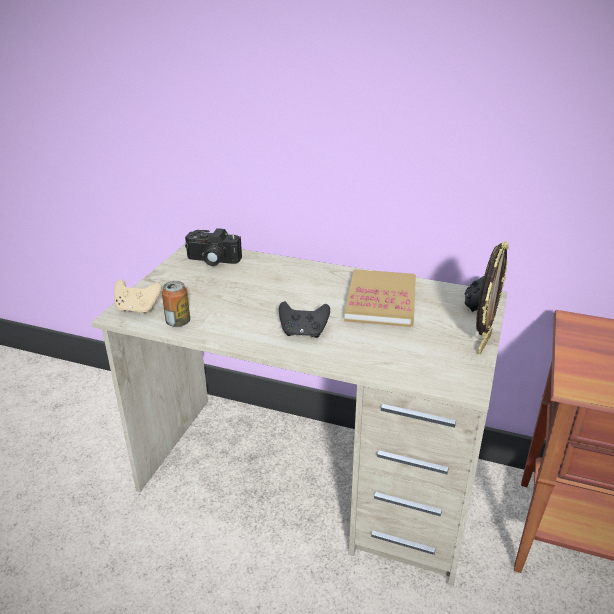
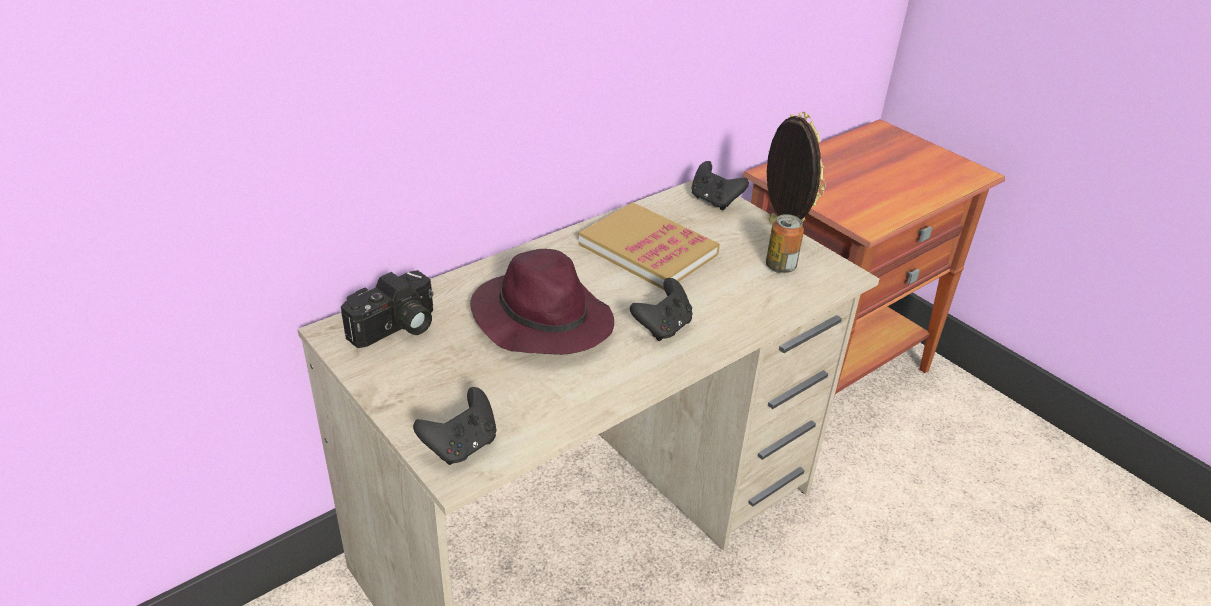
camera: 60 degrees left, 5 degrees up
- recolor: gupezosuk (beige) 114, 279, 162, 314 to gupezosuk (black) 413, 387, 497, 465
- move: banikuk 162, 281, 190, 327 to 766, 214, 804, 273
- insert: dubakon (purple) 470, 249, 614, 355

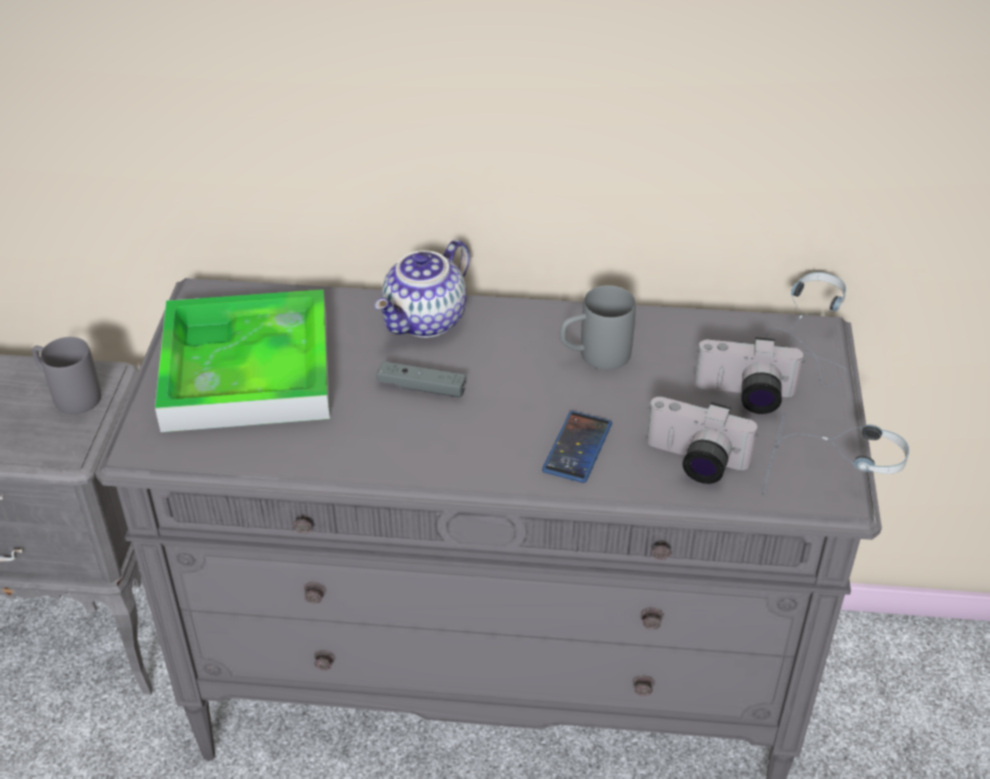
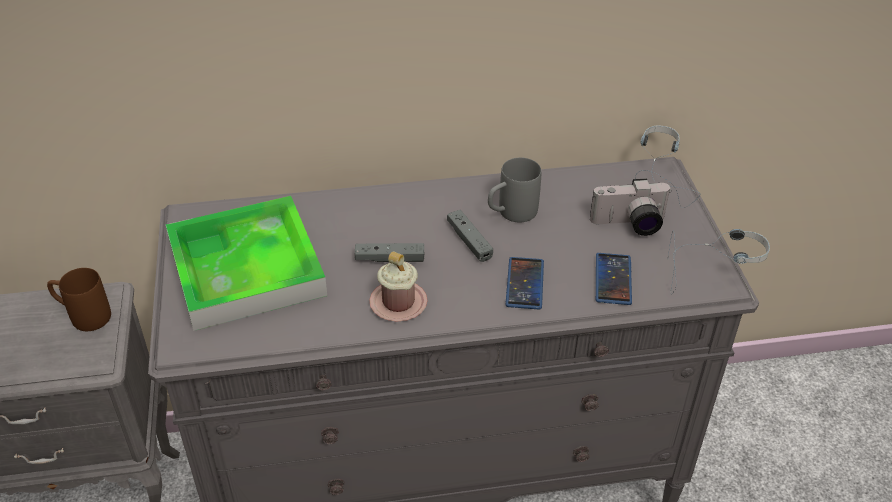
camera: 15 degrees left, 0 degrees up
- delete: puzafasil 374, 239, 470, 338
- recolor: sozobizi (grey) 32, 337, 101, 414 to sozobizi (brown) 47, 268, 111, 331
- replace: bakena 647, 397, 758, 484 to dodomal 596, 253, 632, 305
- insert: gupezosuk (grey) 447, 210, 493, 262
- insert: sozobizi (pink) 369, 252, 428, 321

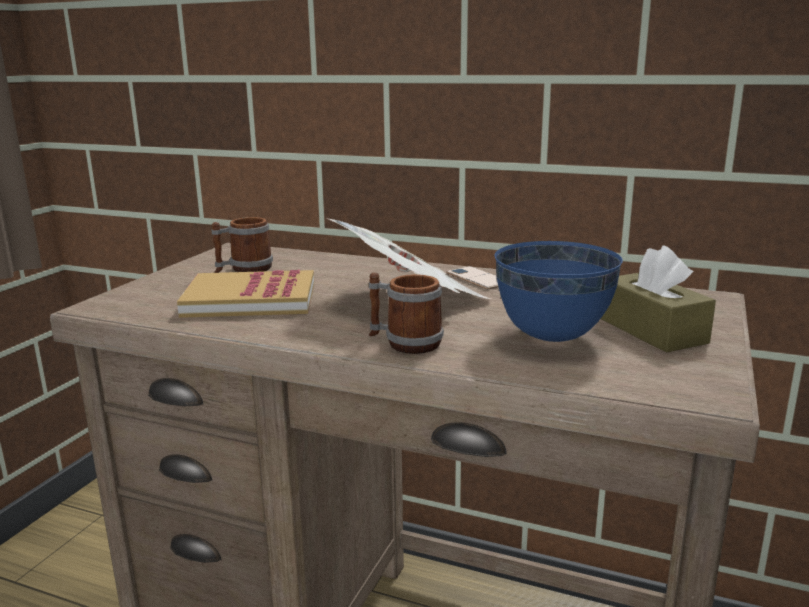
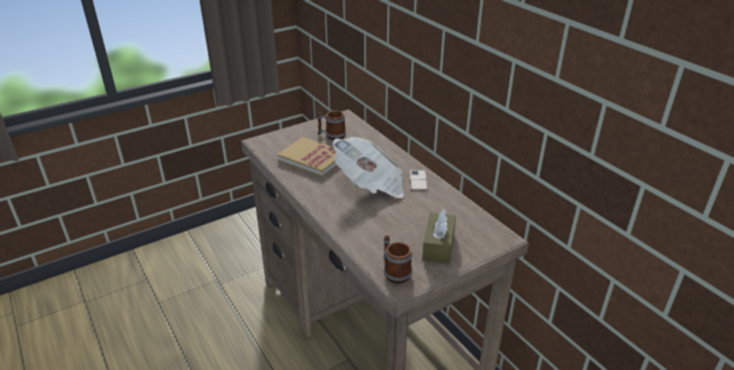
camera: 35 degrees right, 15 degrees up
- delete: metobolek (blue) 494, 241, 623, 342
- move: sozobizi 369, 272, 444, 354 to 383, 235, 412, 283

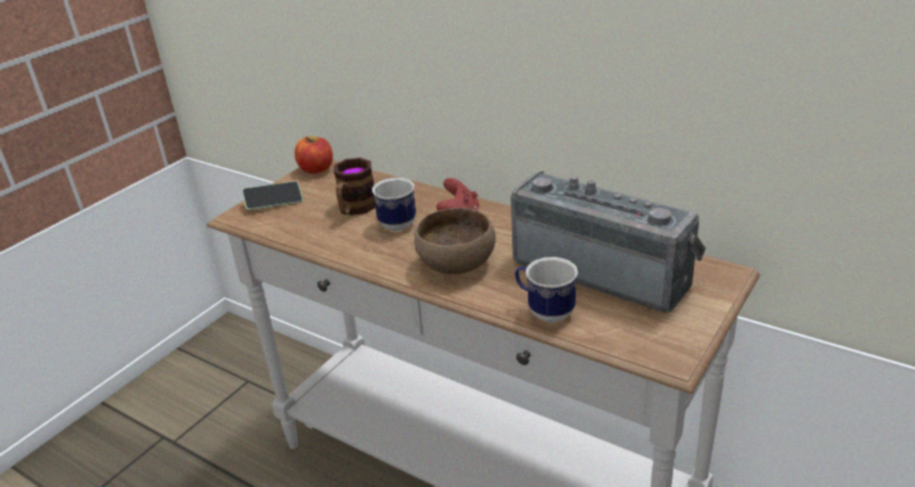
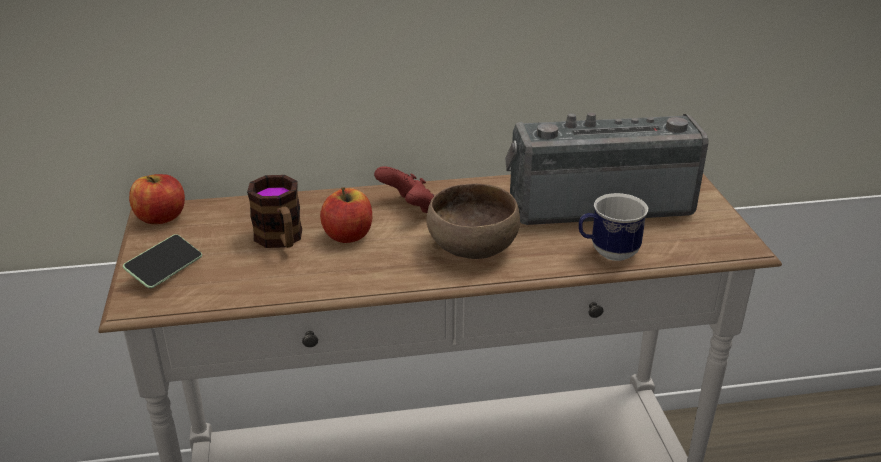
camera: 45 degrees left, 0 degrees up
- replace: sozobizi 372, 178, 416, 231 to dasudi 320, 187, 372, 243

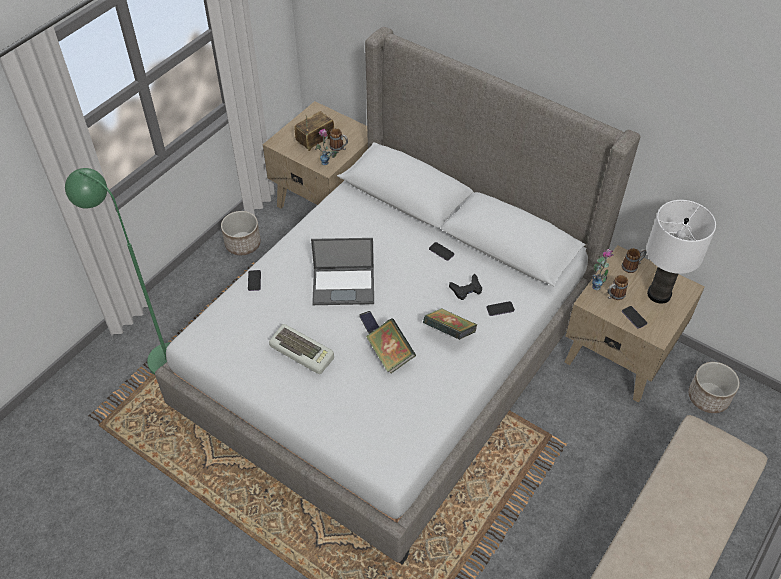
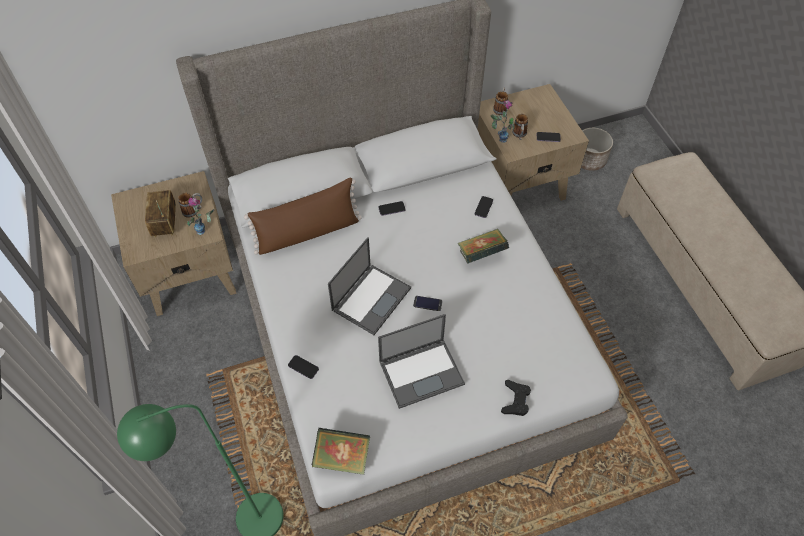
camera: 55 degrees left, 5 degrees up
- delete: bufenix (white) 646, 200, 716, 304
- delete: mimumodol 221, 211, 261, 255
- move: gupezosuk (black) 449, 274, 482, 300 to 501, 380, 531, 416
- move: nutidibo 366, 319, 416, 373 to 312, 428, 370, 475
- replace: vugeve 269, 324, 334, 374 to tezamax 378, 314, 465, 409
- insert: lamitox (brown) 244, 178, 362, 255

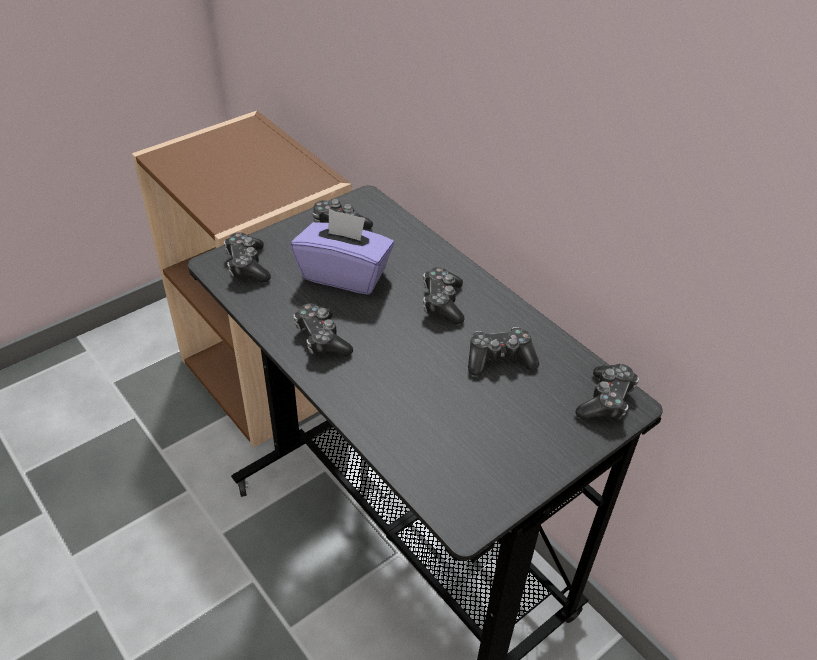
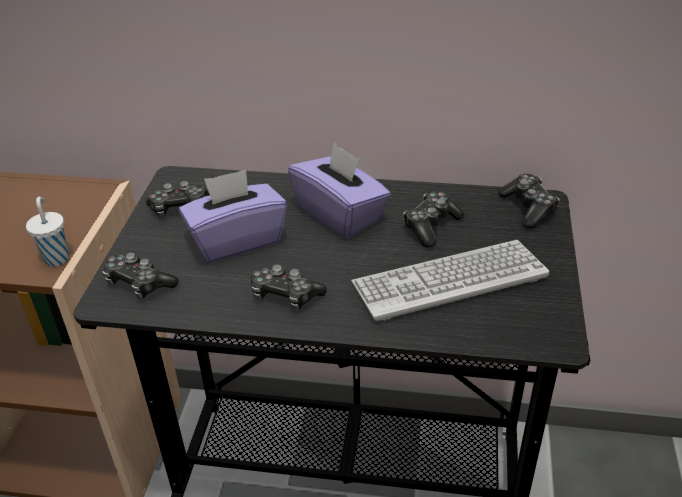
camera: 40 degrees left, 5 degrees down
- replace: gupezosuk 423, 267, 465, 324 to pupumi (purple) 288, 143, 391, 239
- insert: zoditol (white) 26, 197, 69, 267
- insert: vugeve 351, 240, 549, 321

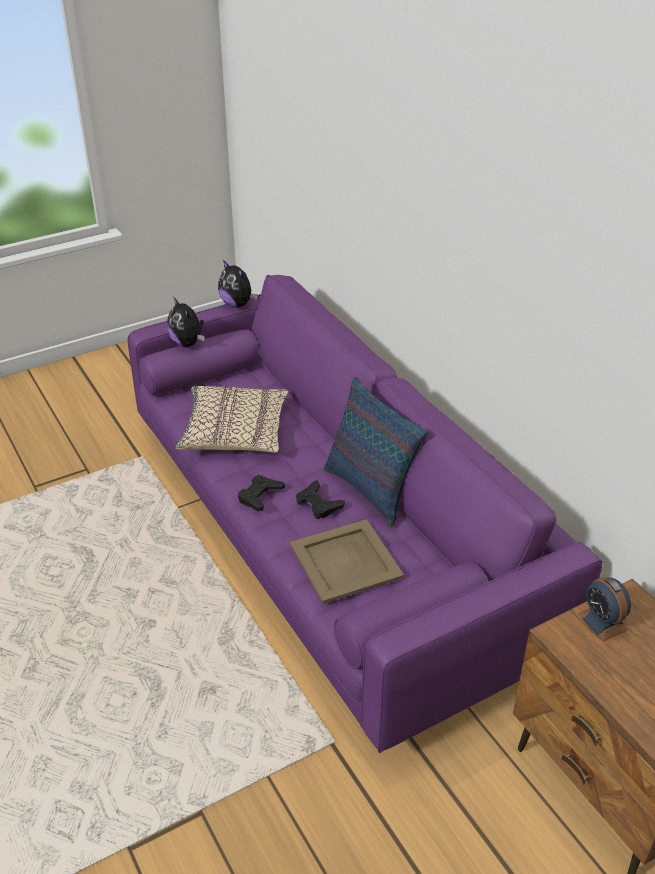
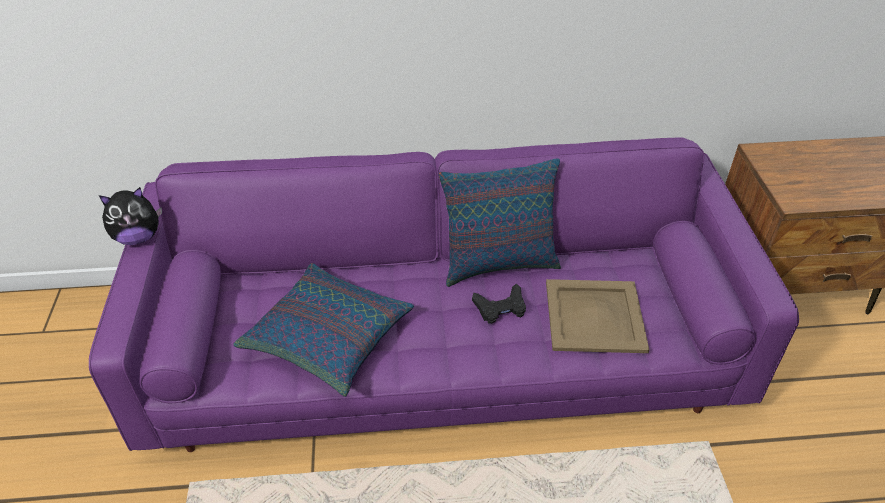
camera: 65 degrees left, 5 degrees up
- delete: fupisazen 167, 296, 205, 347
- recolor: lamitox (beige) 175, 386, 288, 453 to lamitox (blue) 233, 263, 414, 397
- delete: gupezosuk (black) 238, 475, 285, 511
- delete: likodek 578, 577, 631, 641

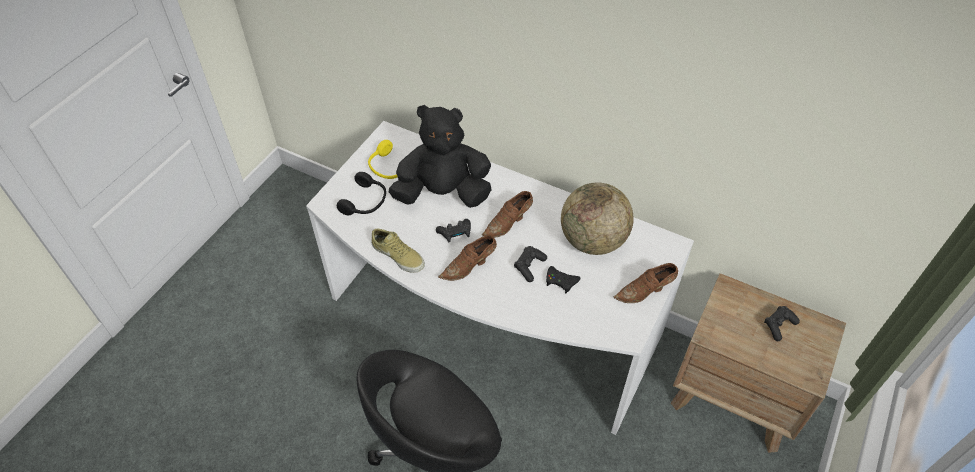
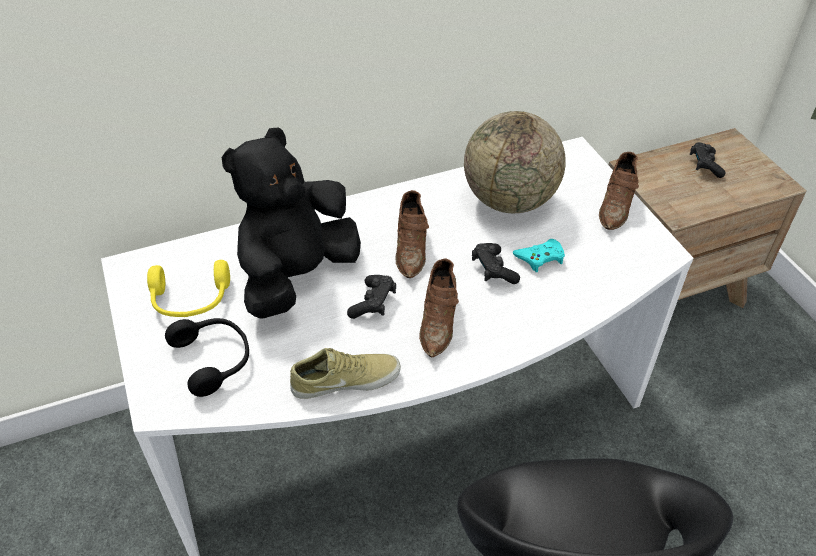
camera: 50 degrees left, 5 degrees down
- recolor: gupezosuk (black) 546, 266, 581, 293 to gupezosuk (turquoise) 513, 239, 565, 272

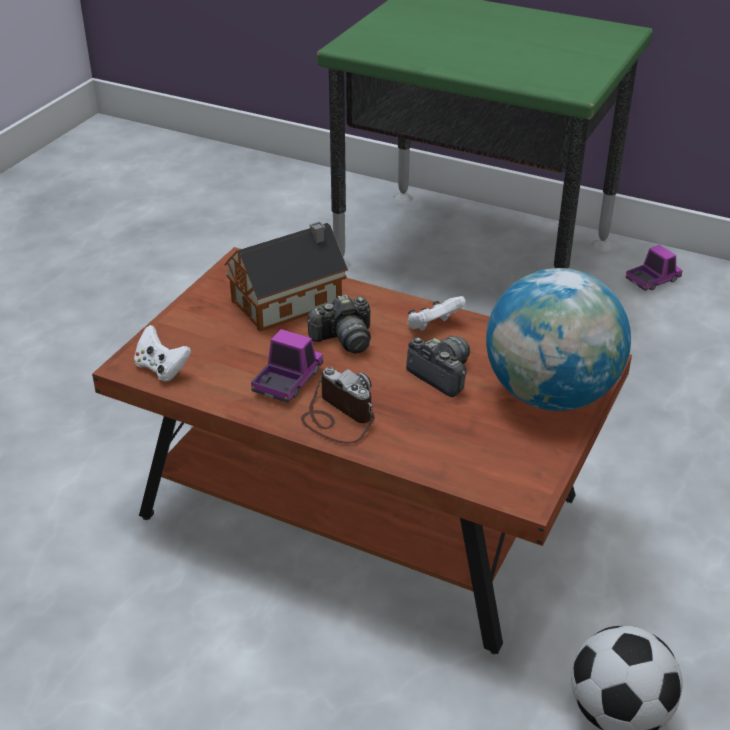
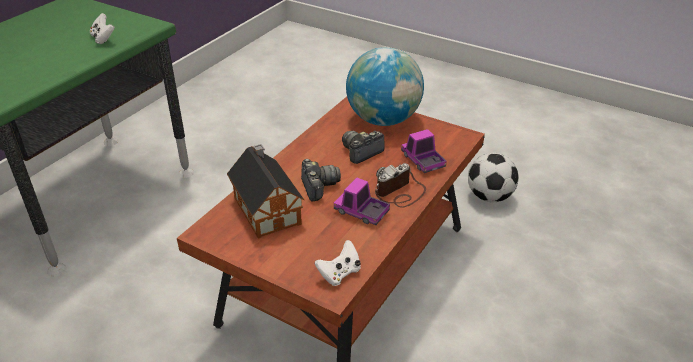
camera: 85 degrees left, 0 degrees up
- move: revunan 625, 245, 683, 291 to 401, 129, 447, 173
- move: gupezosuk (white) 408, 296, 466, 331 to 90, 13, 115, 44

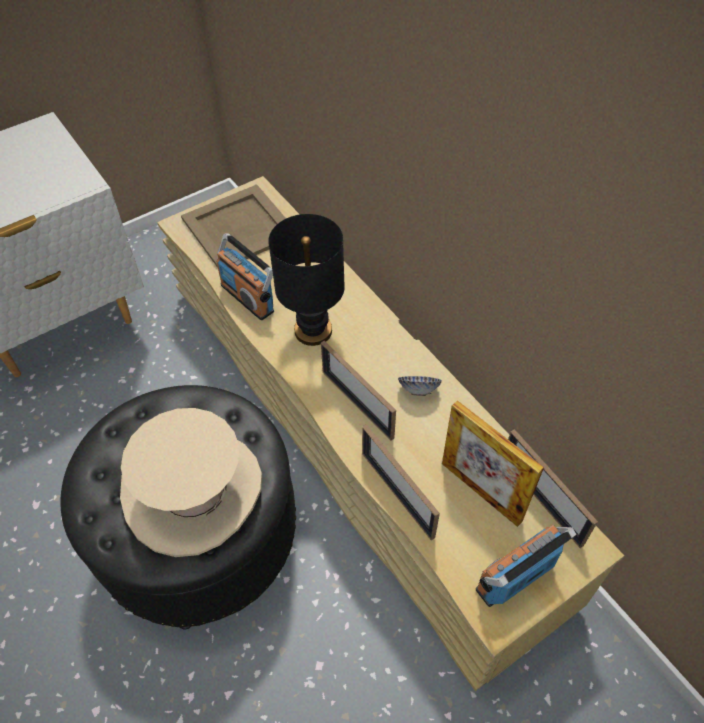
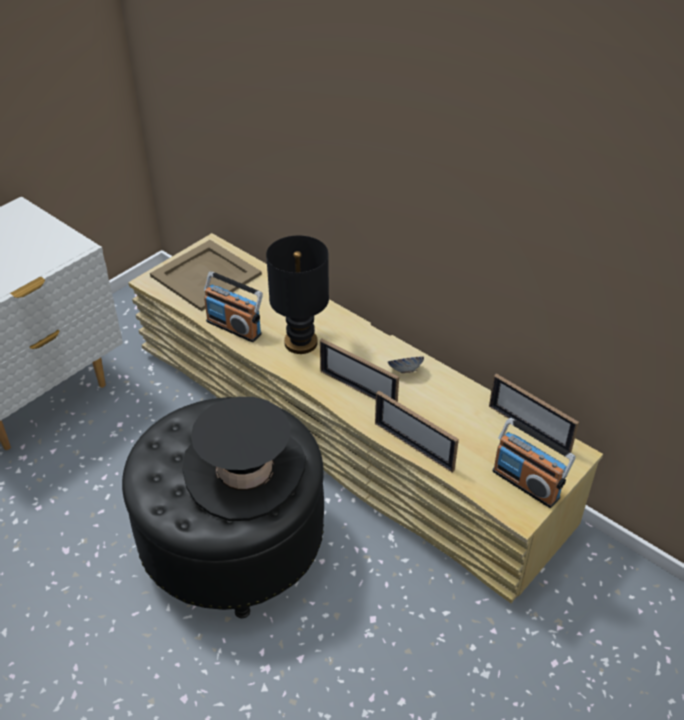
camera: 15 degrees left, 10 degrees down
- delete: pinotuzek 442, 400, 544, 527
- recolor: dubakon (beige) 120, 408, 262, 557 to dubakon (black) 183, 397, 306, 521
- rotate: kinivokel 476, 525, 577, 607 = 493, 418, 575, 508 90 degrees counterclockwise

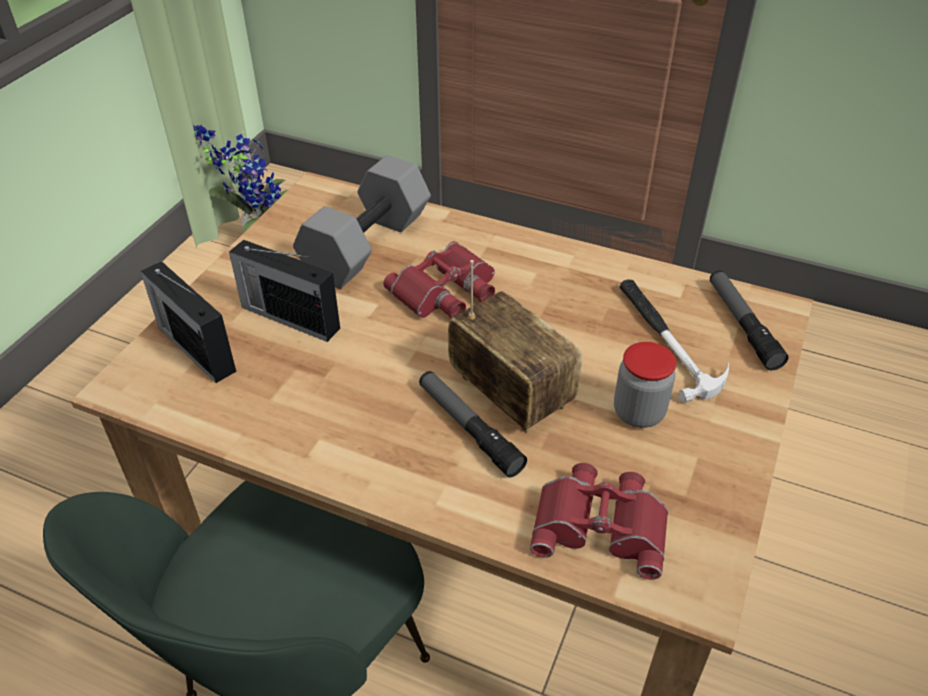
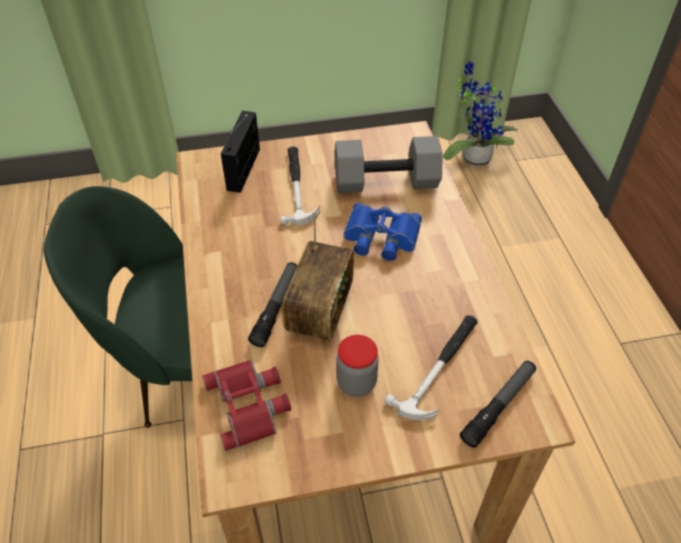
camera: 55 degrees right, 5 degrees up
- replace: kinivokel 229, 240, 340, 342 to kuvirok 281, 146, 320, 226
- recolor: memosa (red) 383, 241, 495, 318 to memosa (blue) 343, 203, 422, 261

